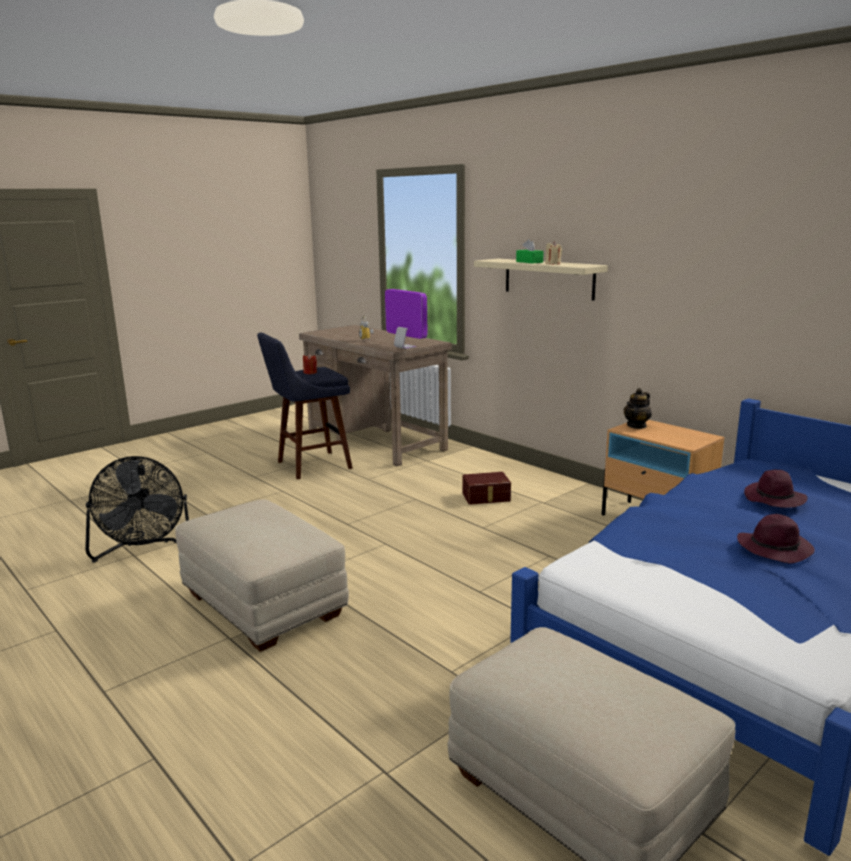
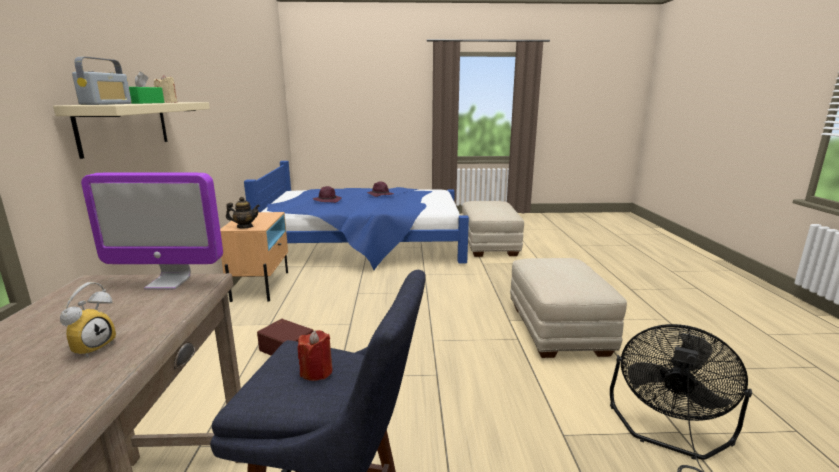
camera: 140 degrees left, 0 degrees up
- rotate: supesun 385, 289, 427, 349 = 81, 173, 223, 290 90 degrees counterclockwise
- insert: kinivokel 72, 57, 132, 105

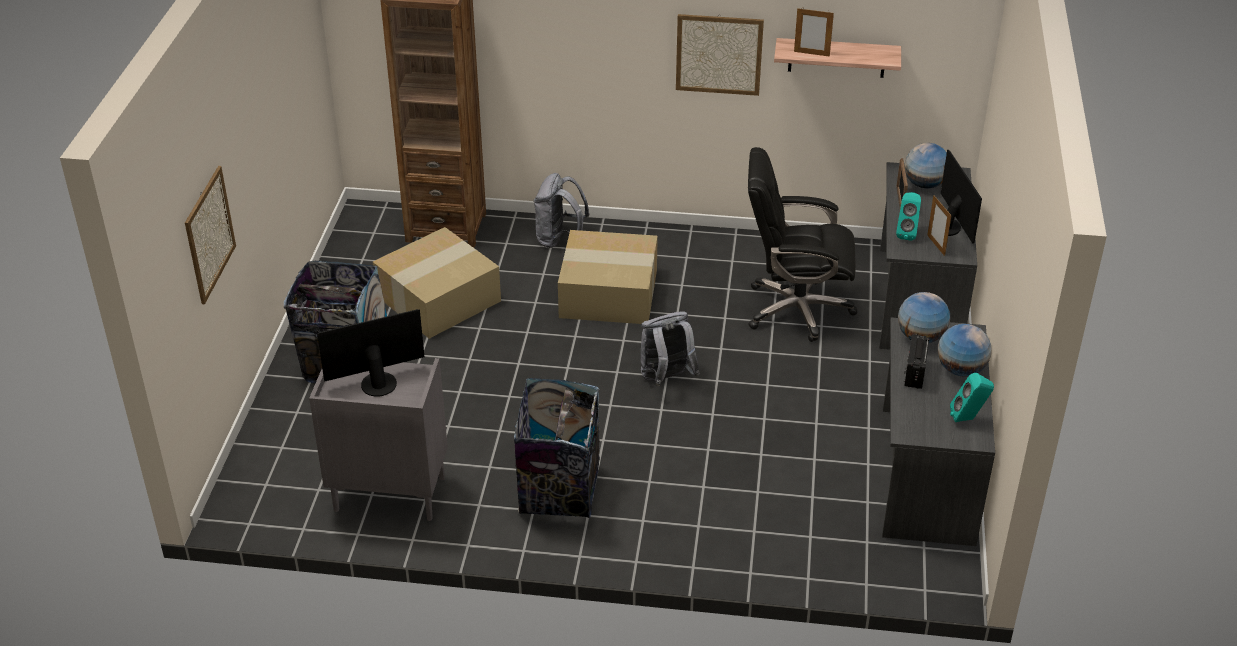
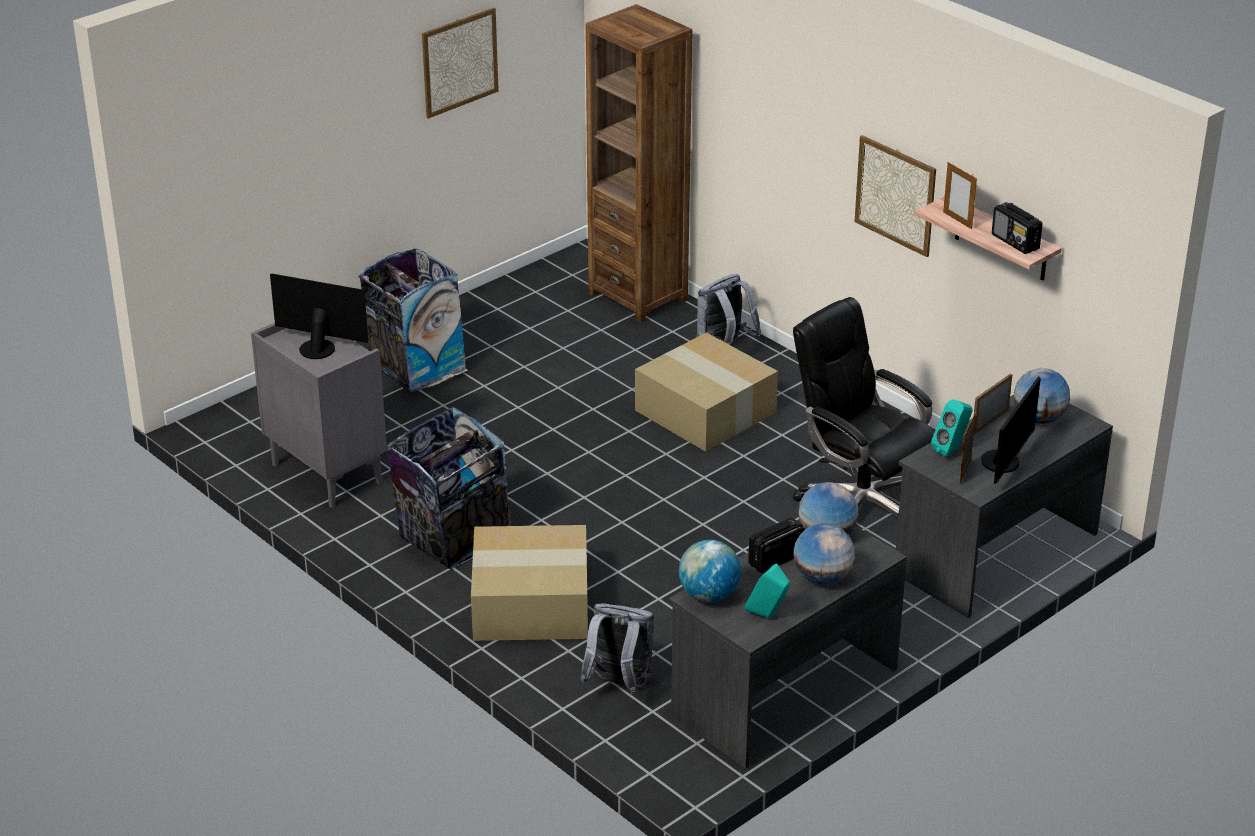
camera: 40 degrees right, 5 degrees down
- move: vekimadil 185, 166, 236, 304 to 422, 8, 499, 119
- move: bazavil 373, 227, 501, 339 to 471, 525, 588, 641
- move: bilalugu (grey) 641, 312, 700, 386 to 580, 604, 654, 695
- insert: kinivokel 992, 202, 1043, 254
- insert: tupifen 679, 540, 741, 602

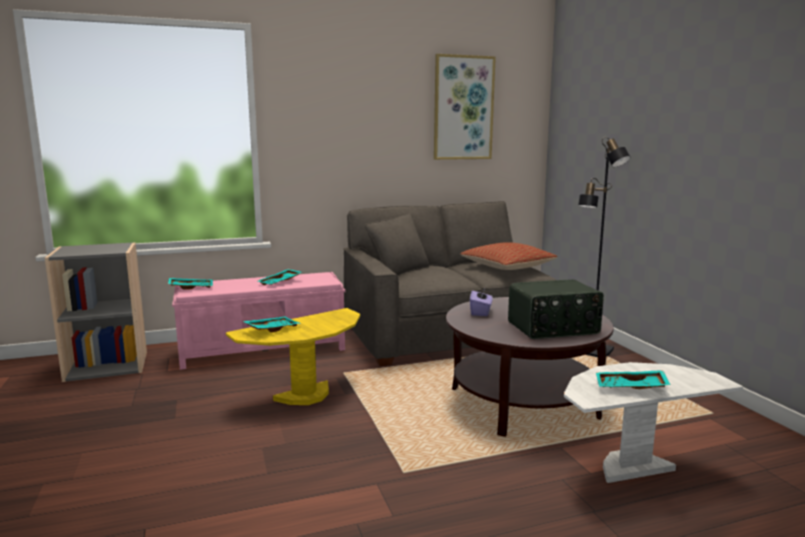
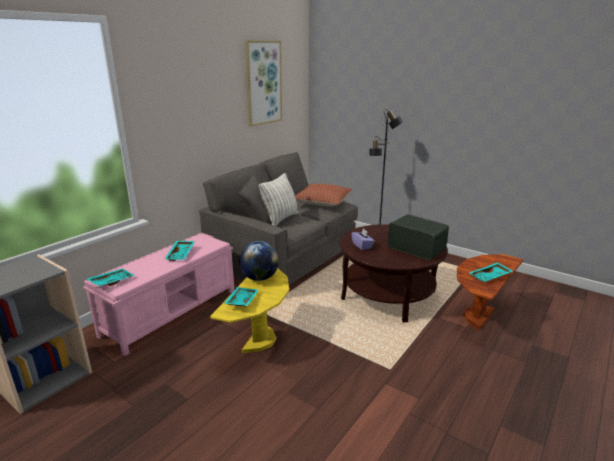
camera: 35 degrees left, 10 degrees up
- rotate: kinivokel 508, 279, 604, 339 = 388, 214, 449, 260 90 degrees counterclockwise
- recolor: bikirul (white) 564, 362, 743, 483 to bikirul (brown) 457, 254, 523, 330
- insert: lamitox 259, 173, 298, 226
- insert: tupifen 239, 241, 279, 281

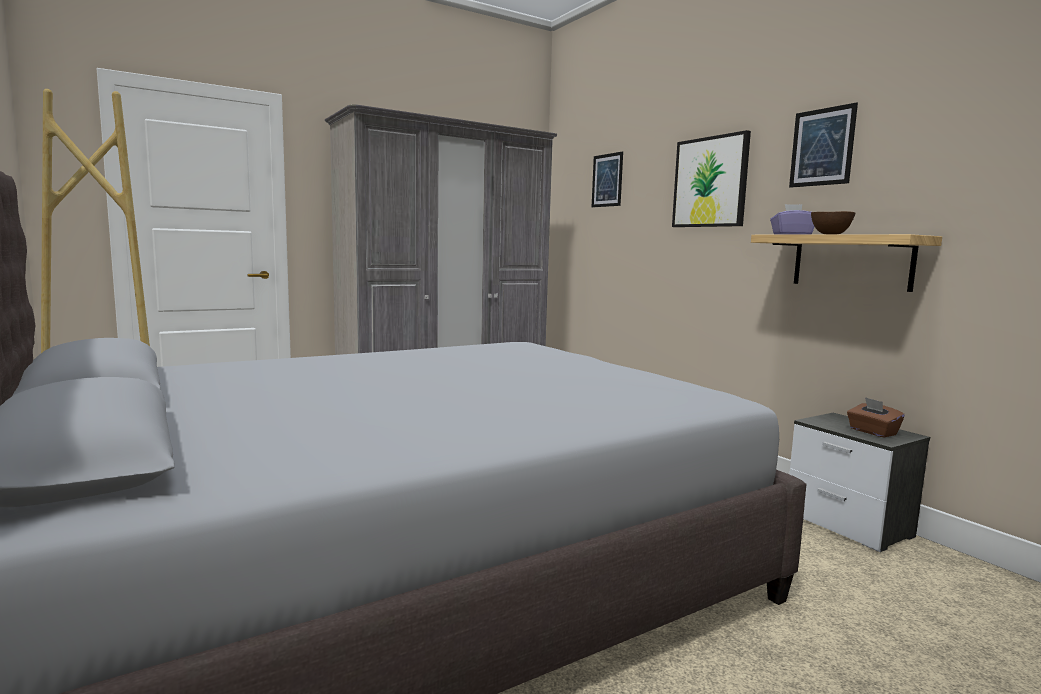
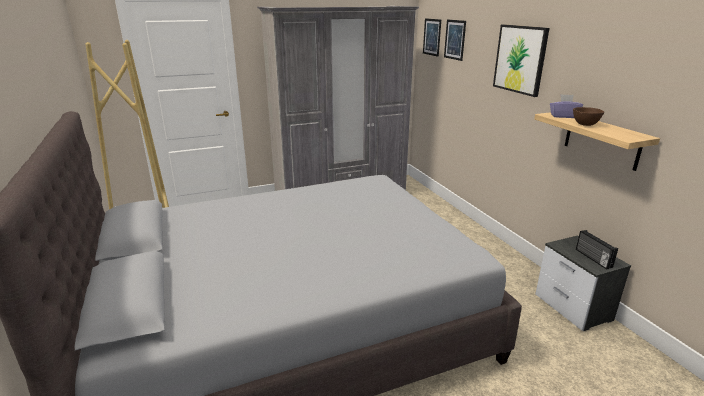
camera: 10 degrees right, 15 degrees up
- move: vekimadil 789, 102, 858, 188 to 423, 18, 441, 57
- replace: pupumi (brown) 847, 397, 905, 437 to kinivokel 576, 230, 618, 269

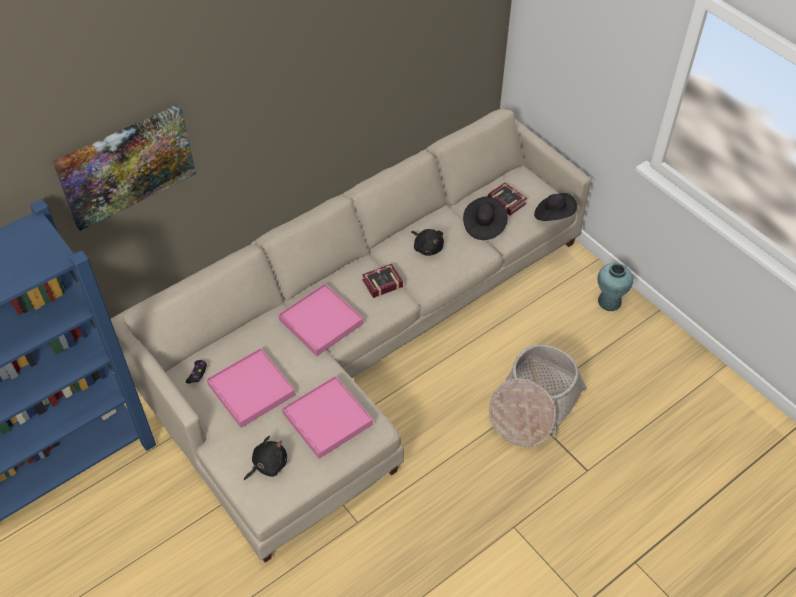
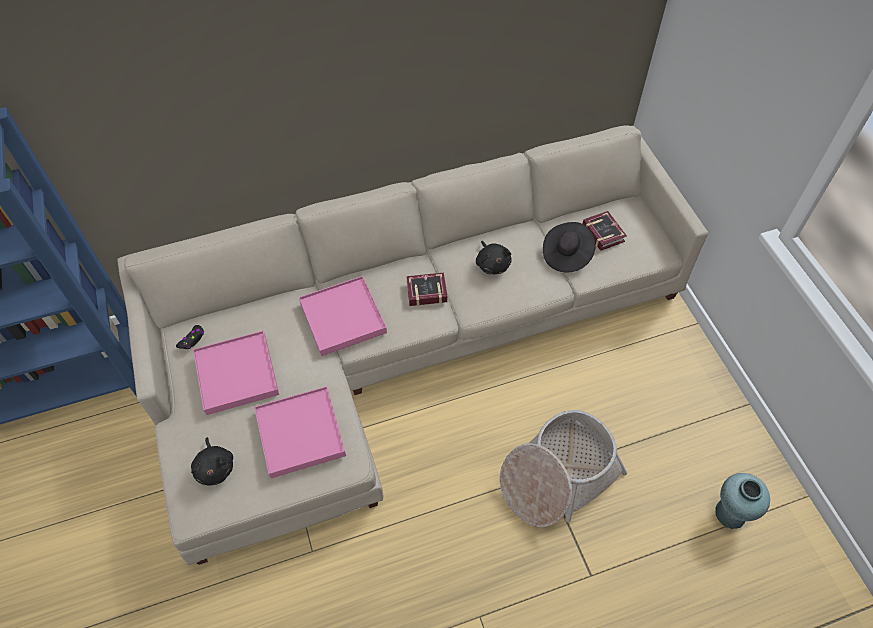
camera: 20 degrees right, 5 degrees up
- delete: vekimadil 53, 104, 196, 231
- delete: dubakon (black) 534, 193, 577, 221
- move: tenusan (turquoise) 597, 263, 633, 311 to 715, 473, 770, 529
- rotate: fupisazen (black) 244, 436, 287, 480 = 191, 437, 233, 485 90 degrees clockwise

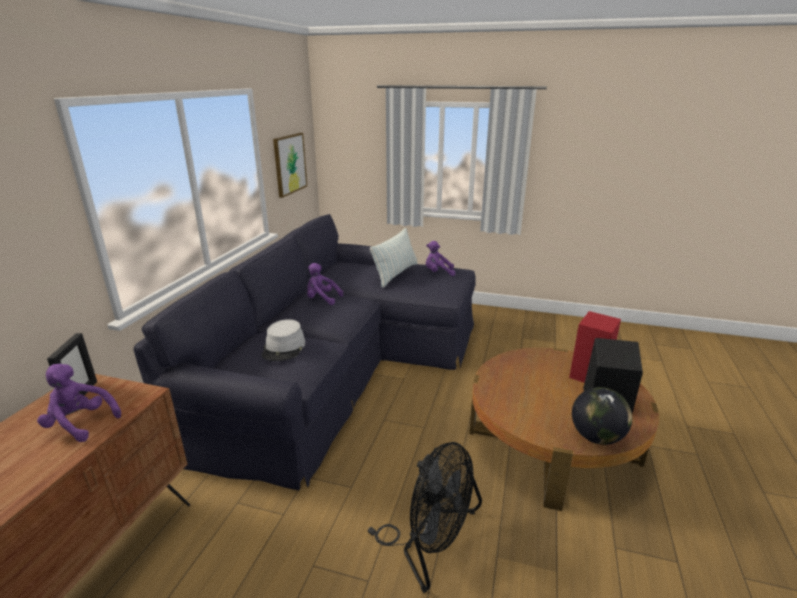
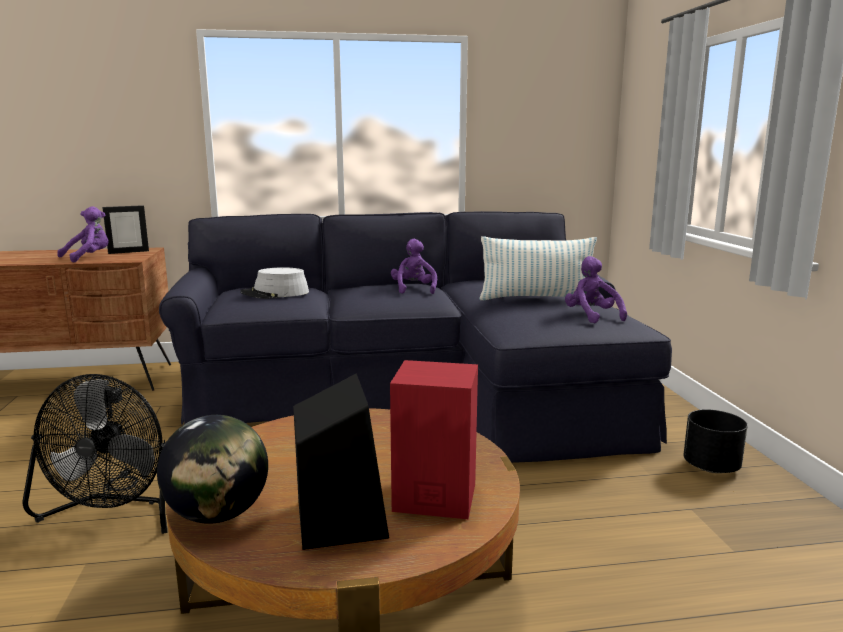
camera: 65 degrees right, 10 degrees down
- delete: vekimadil 273, 133, 307, 198
- rotate: fupisazen (purple) 37, 364, 121, 442 = 57, 206, 109, 263 45 degrees clockwise
- insert: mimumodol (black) 683, 409, 748, 473

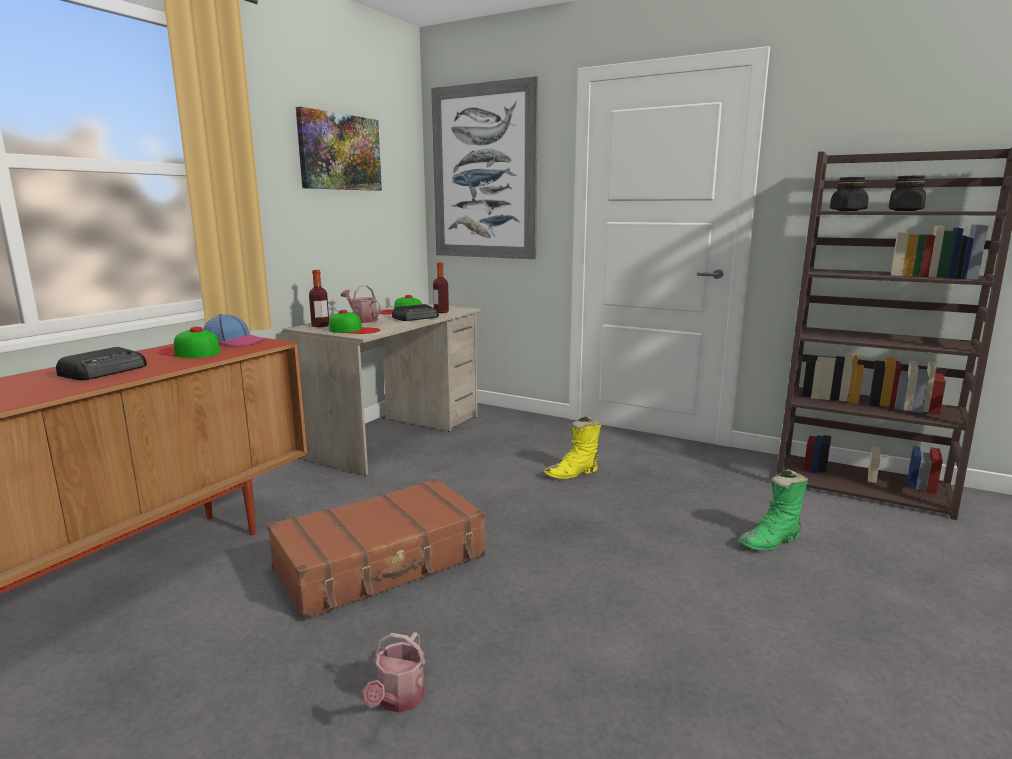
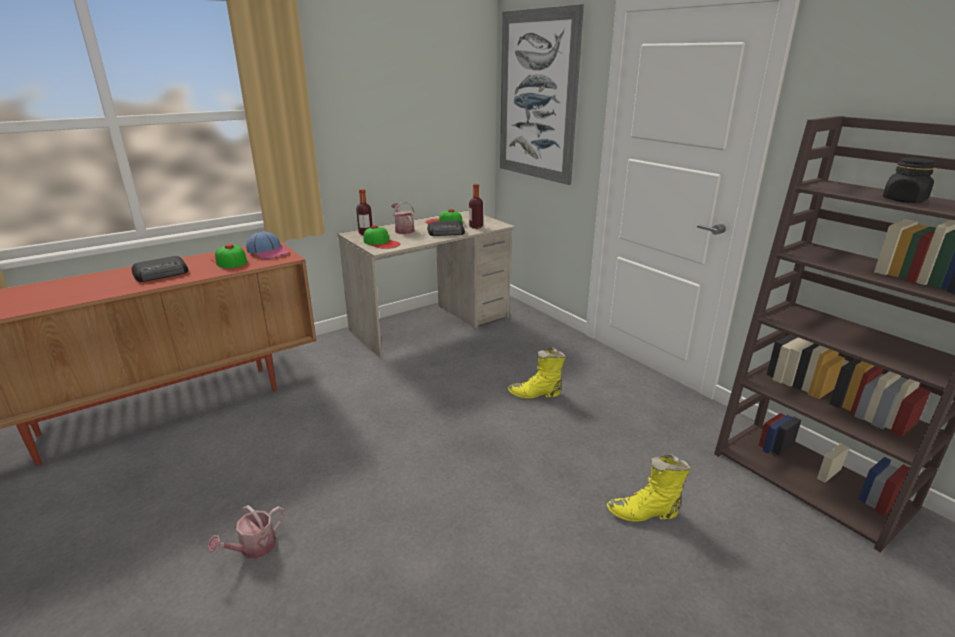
camera: 25 degrees right, 10 degrees up
- delete: vekimadil 296, 107, 382, 191
- delete: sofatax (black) 830, 177, 869, 211
- recolor: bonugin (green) 738, 469, 808, 550 to bonugin (yellow) 607, 454, 691, 521
- delete: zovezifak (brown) 267, 478, 485, 620

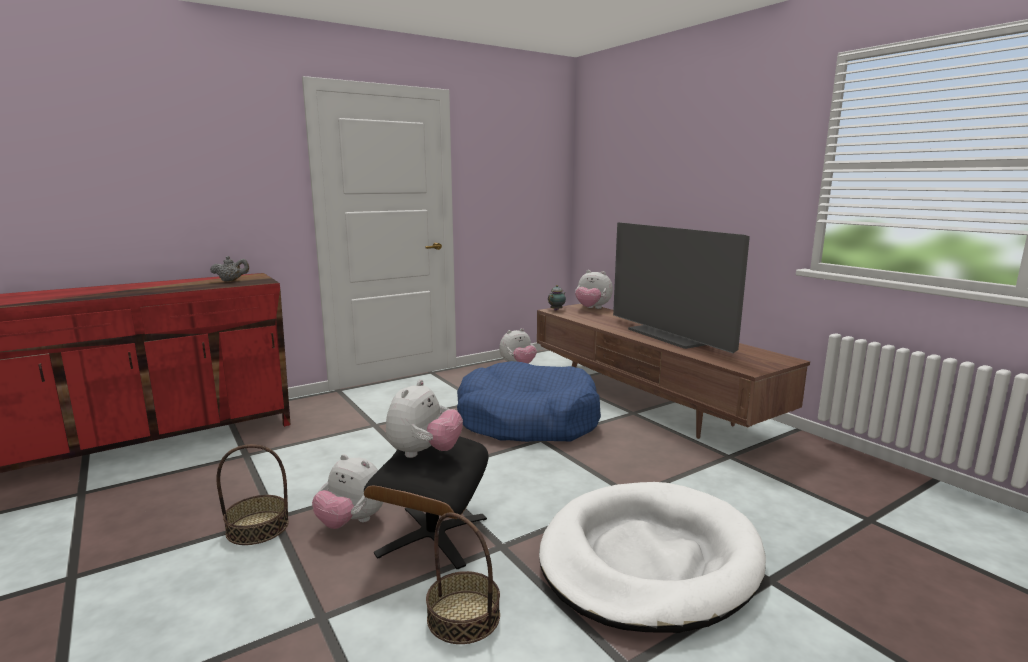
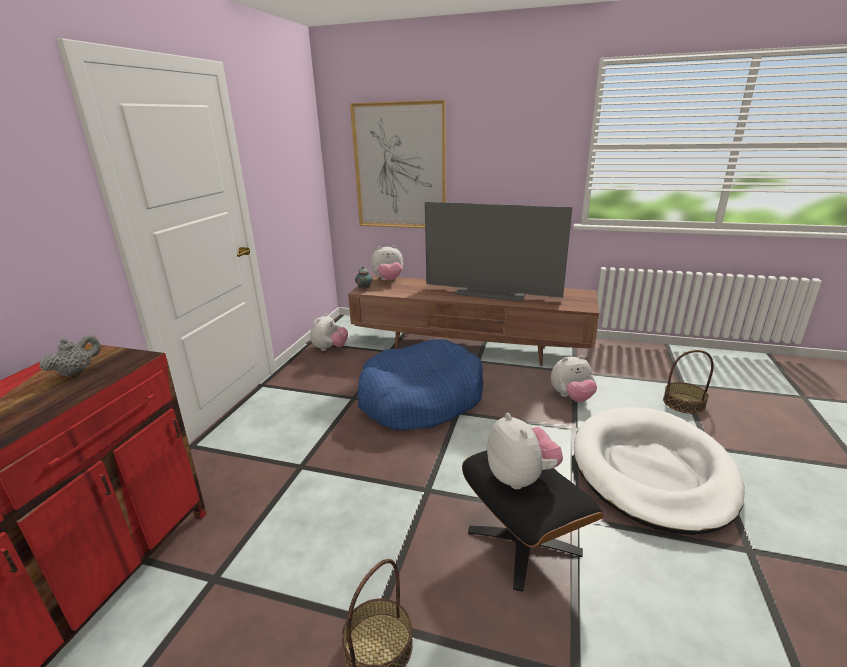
camera: 40 degrees left, 10 degrees up
- move: fupisazen 312, 454, 384, 529 to 551, 355, 597, 402
- move: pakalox 426, 513, 500, 644 to 663, 350, 714, 414
- insert: vekimadil 350, 100, 446, 228

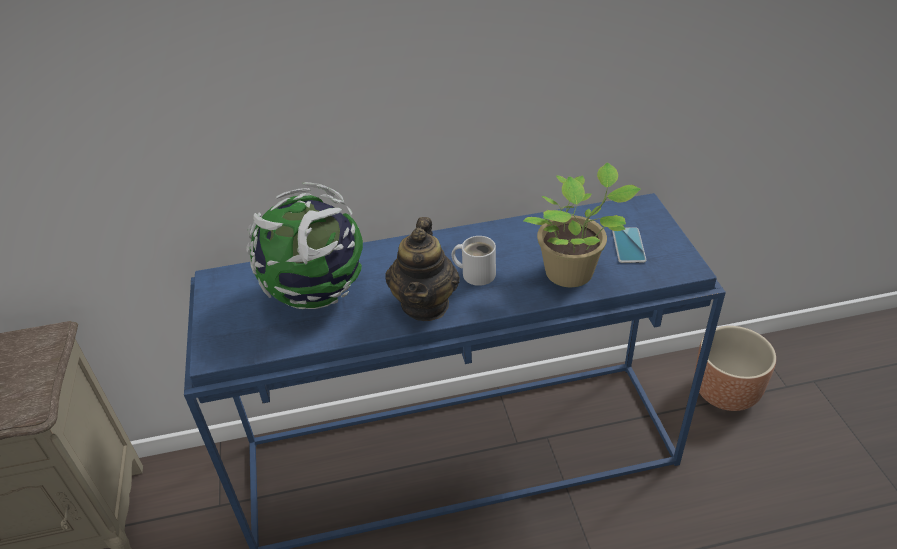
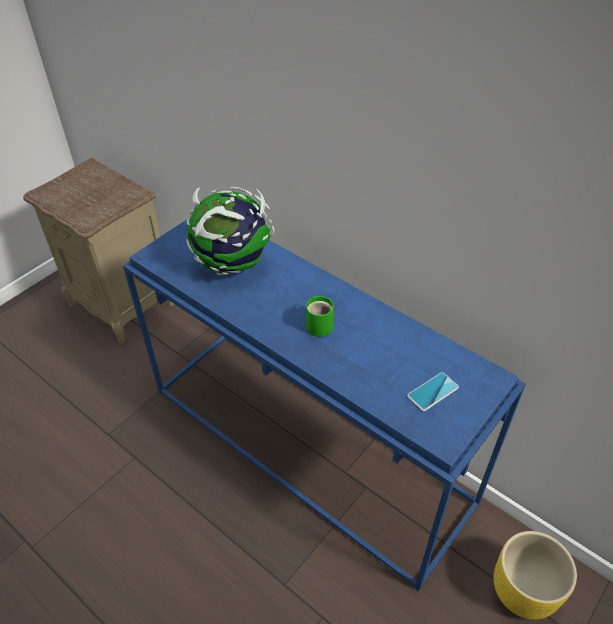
camera: 50 degrees right, 5 degrees up
- delete: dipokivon 523, 163, 641, 287
- delete: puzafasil 385, 217, 460, 321
- recolor: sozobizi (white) 452, 236, 496, 286 to sozobizi (green) 306, 296, 334, 337
- recolor: mimumodol (brown) 695, 326, 776, 411 to mimumodol (yellow) 494, 531, 577, 619

